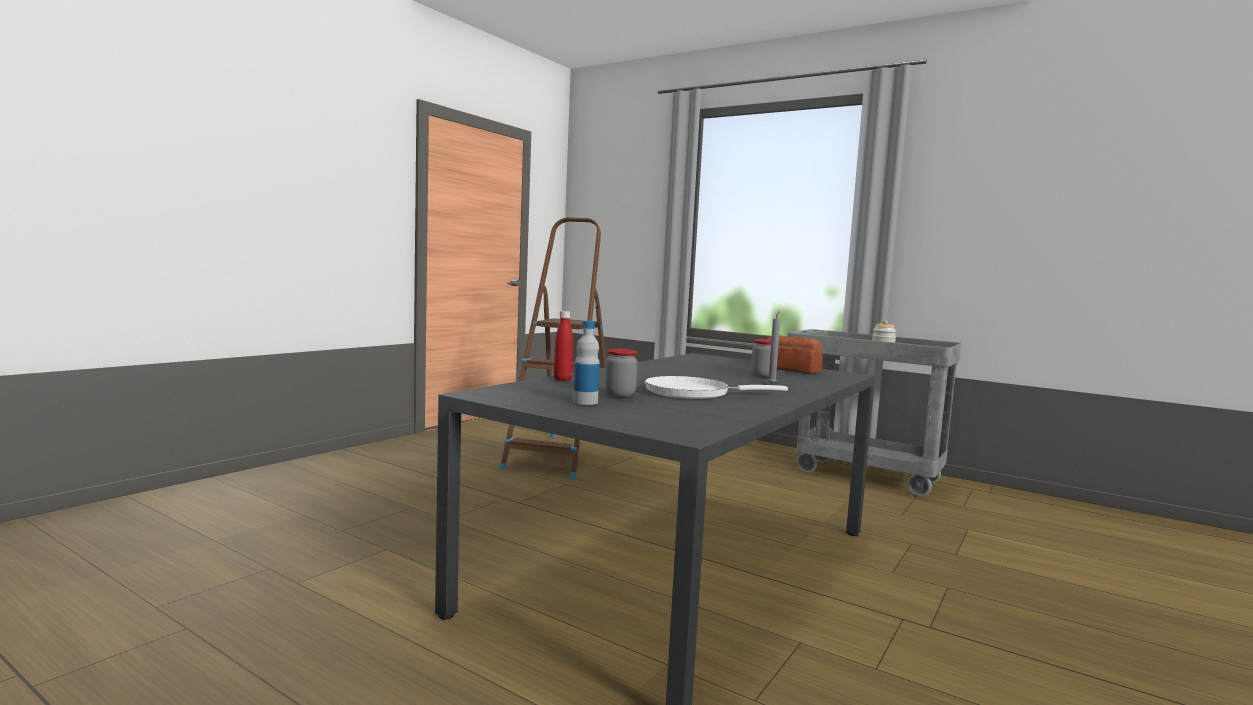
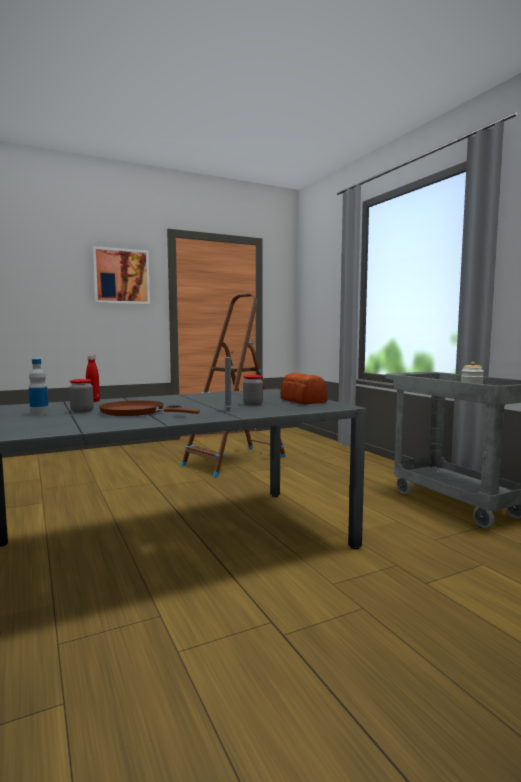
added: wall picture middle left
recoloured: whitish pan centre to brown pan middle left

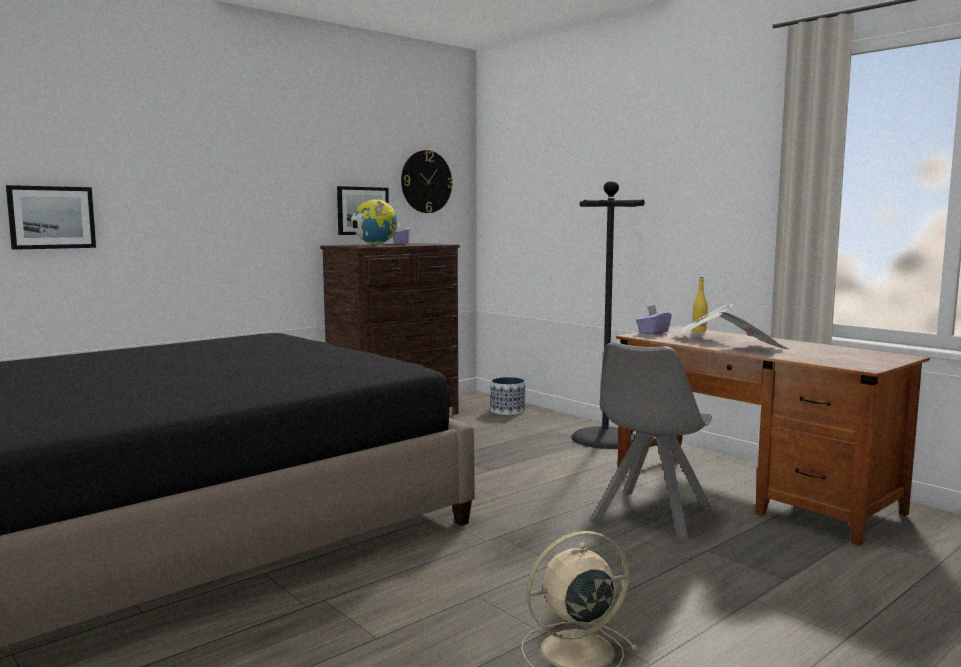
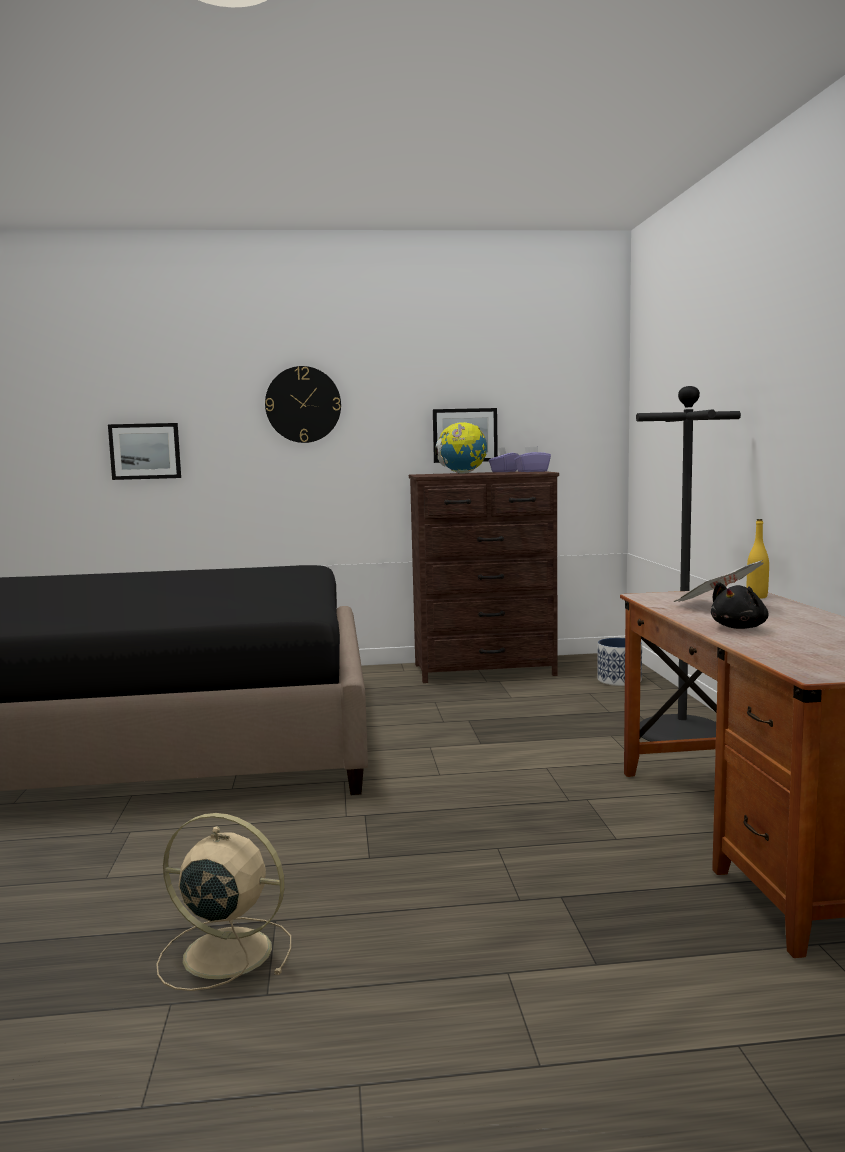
removed: gray plain chair middle right
moved: wall clock top centre to centre; purple tissue box (2nd from left) middle right to centre
replaced: printed paper (2nd from left) middle right to blackish cuddly toy middle right

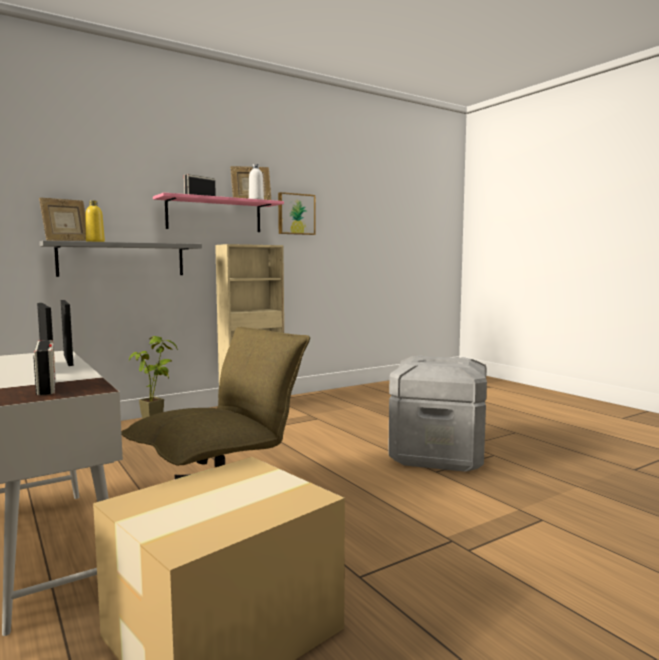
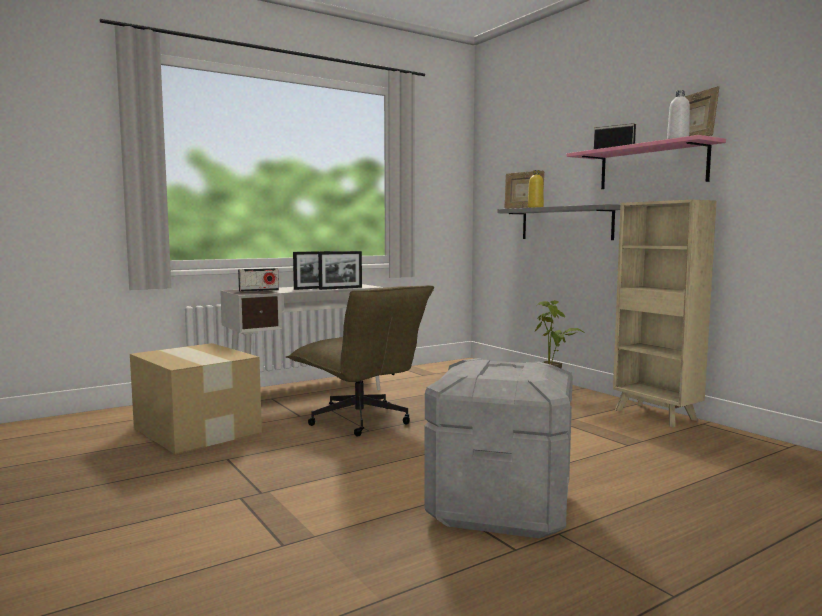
removed: wall picture top centre

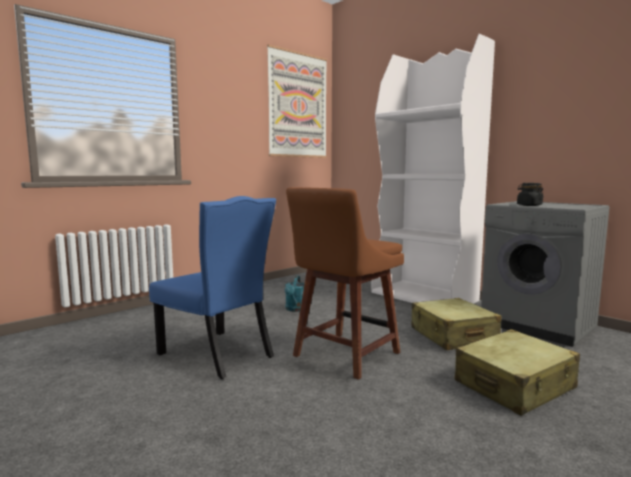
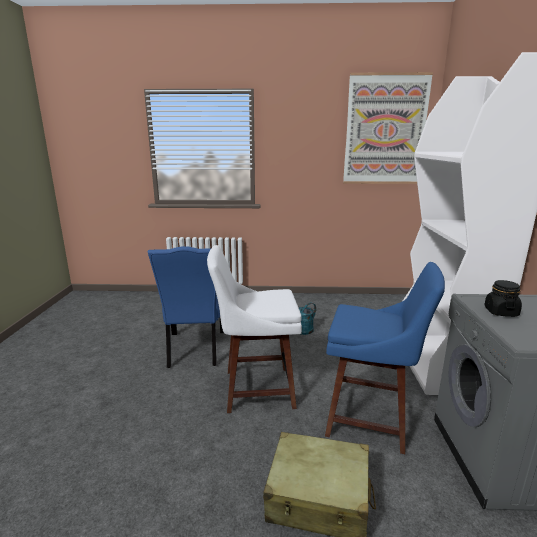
replaced: beige-coloured piece of luggage (1st from left) bottom right to blue-coloured sitting stool bottom right
recoloured: brown sitting stool centre to whitish sitting stool centre

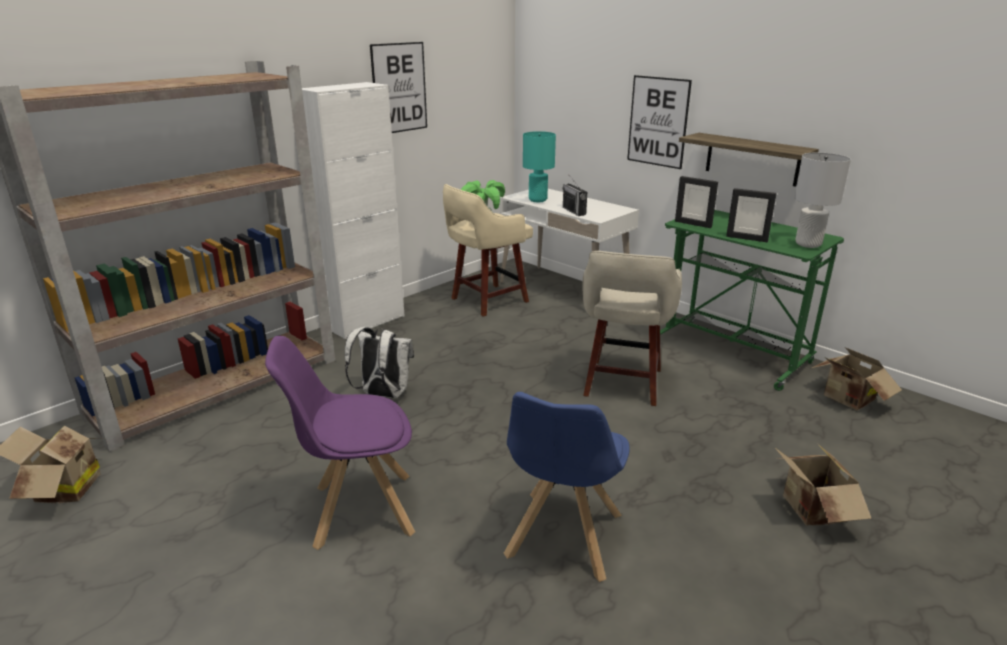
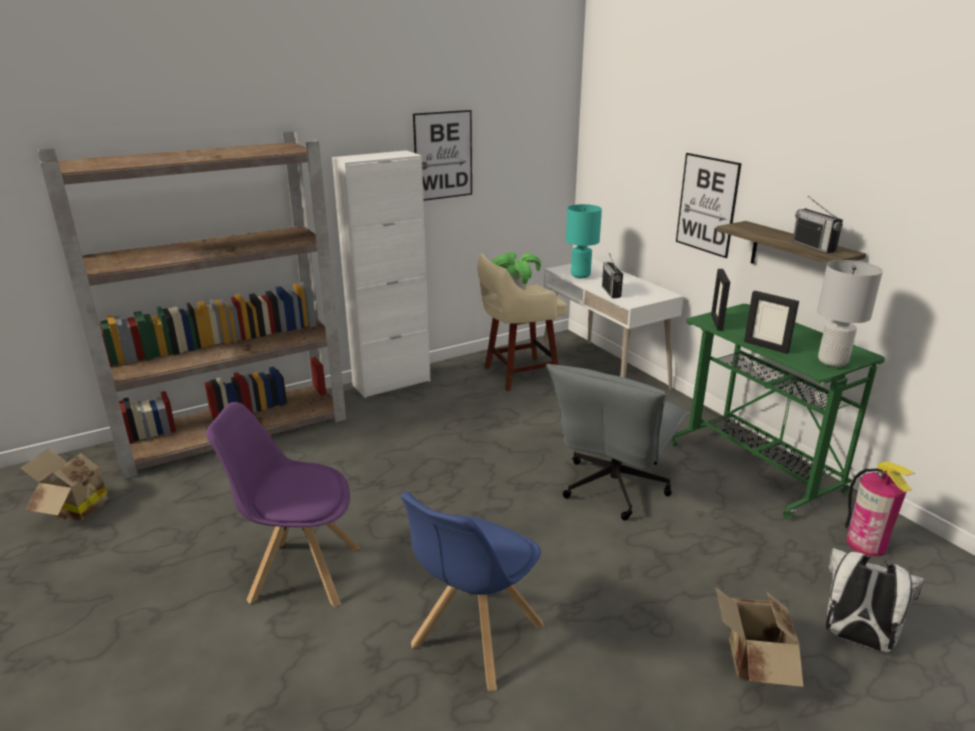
added: radio (2nd from left) top right
moved: whitish rucksack centre to bottom right
replaced: beige-coloured sitting stool (2nd from left) centre to gray desk chair centre; cardboard box (3rd from left) middle right to fire-fighting cylinder bottom right
turned: standing frame (1st from left) top right = middle right 45 degrees clockwise

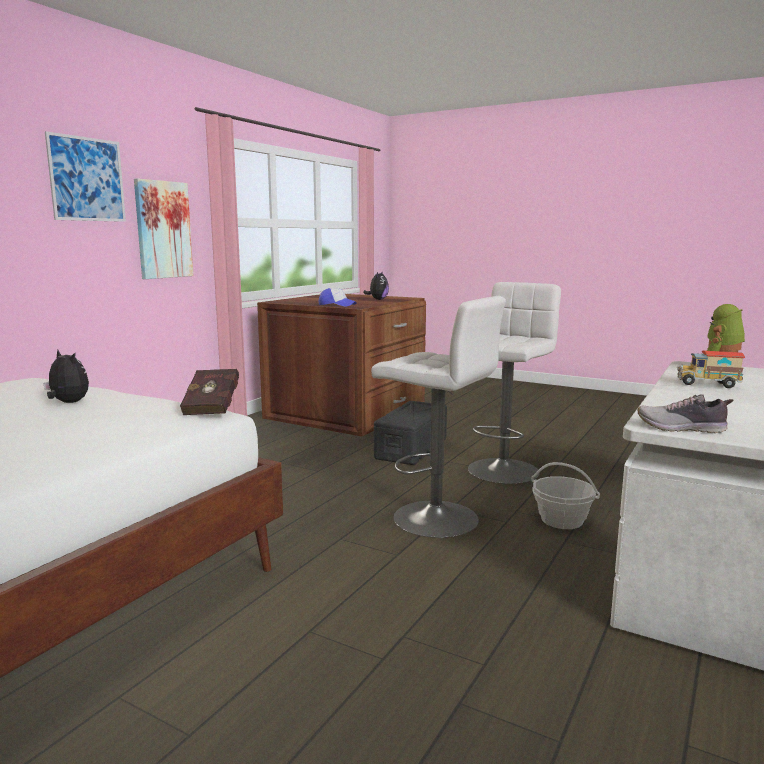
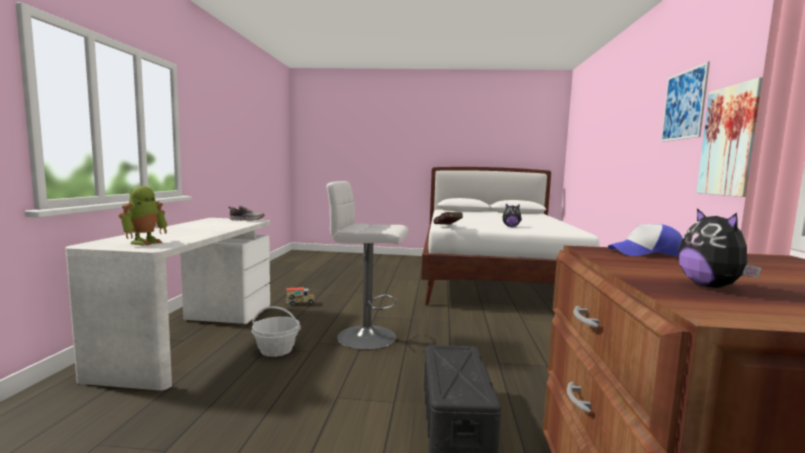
removed: whitish sitting stool (2nd from left) middle right
moved: toy truck middle right to centre

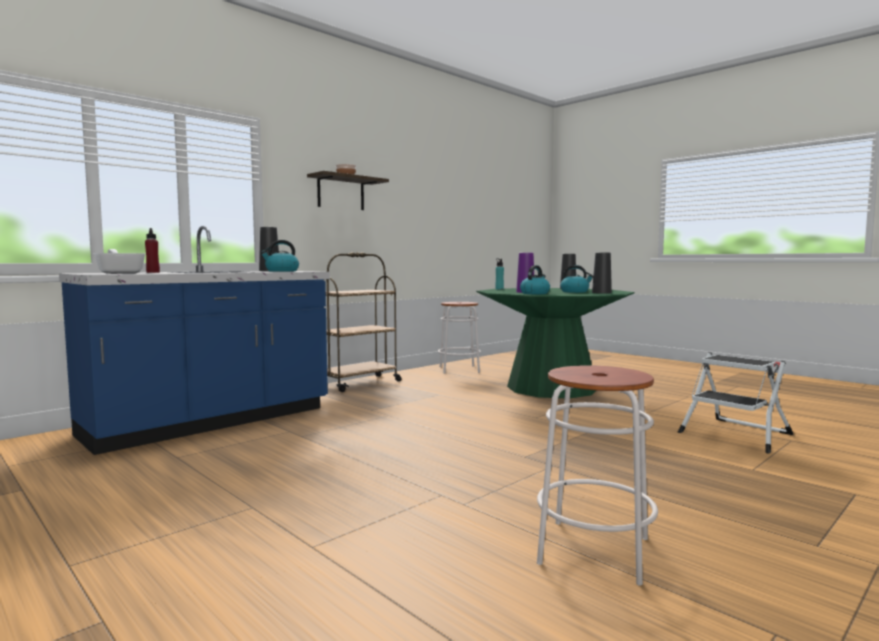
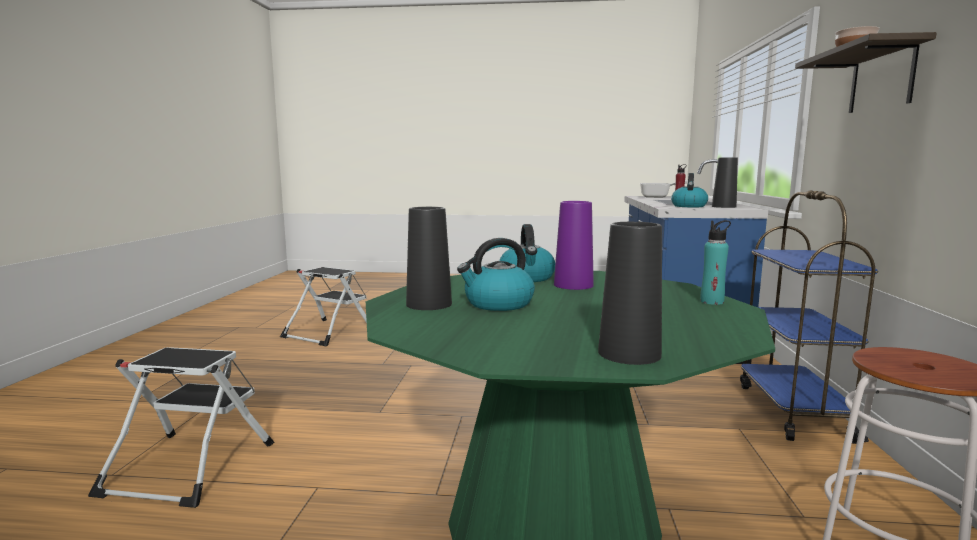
replaced: whitish sitting stool (2nd from left) bottom right to step ladder (2nd from left) middle left
recoloured: brown trolley centre to blue-coloured trolley middle right

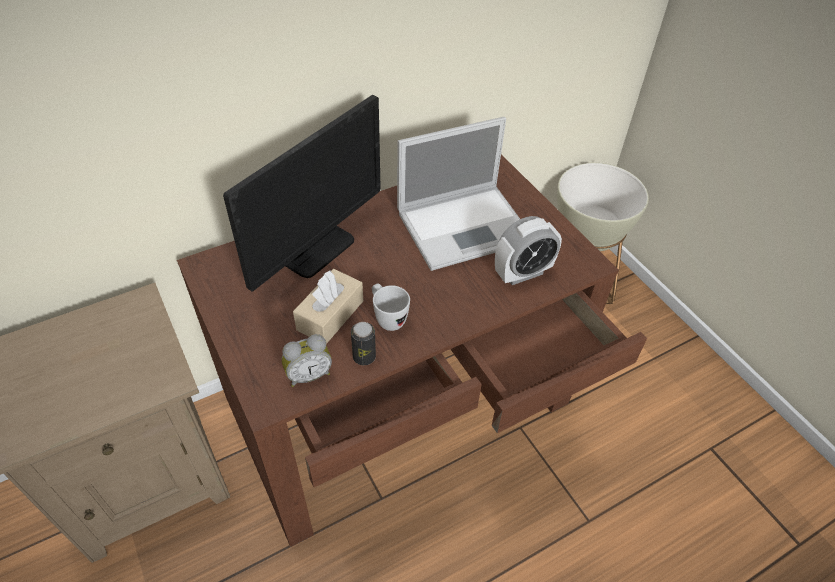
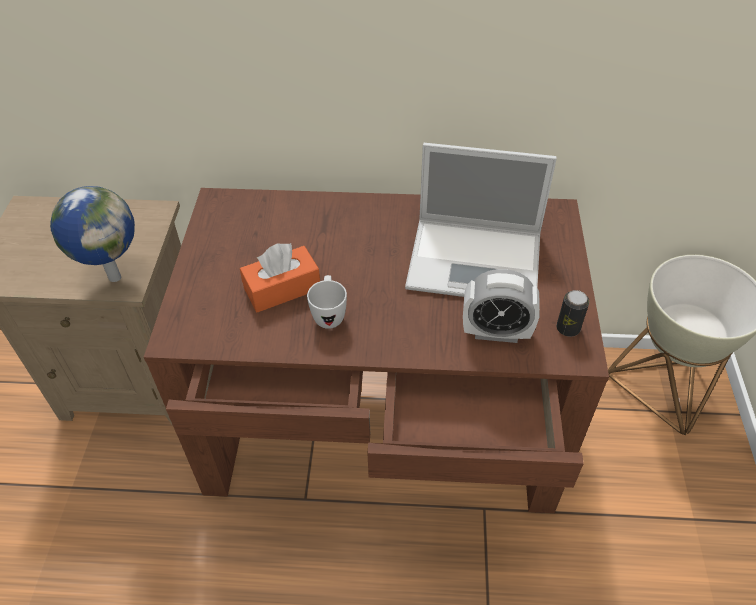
removed: monitor top centre; bedside clock (1st from left) centre
added: globe middle left
moved: sealed can centre to middle right
recoloured: beige-coloured tissue box centre to orange-coloured tissue box centre

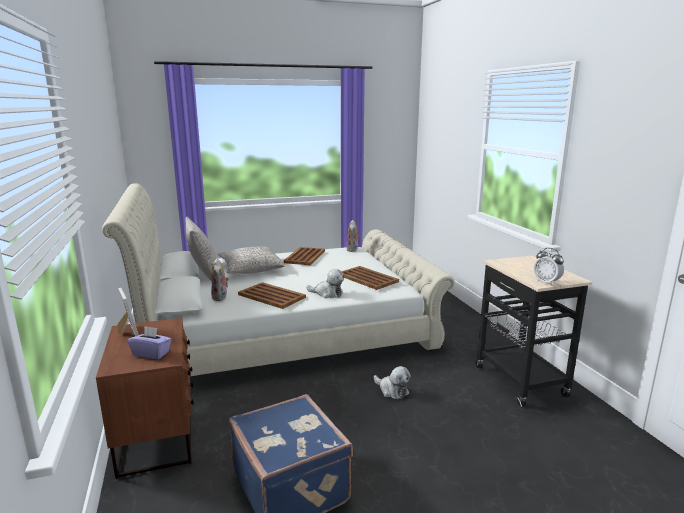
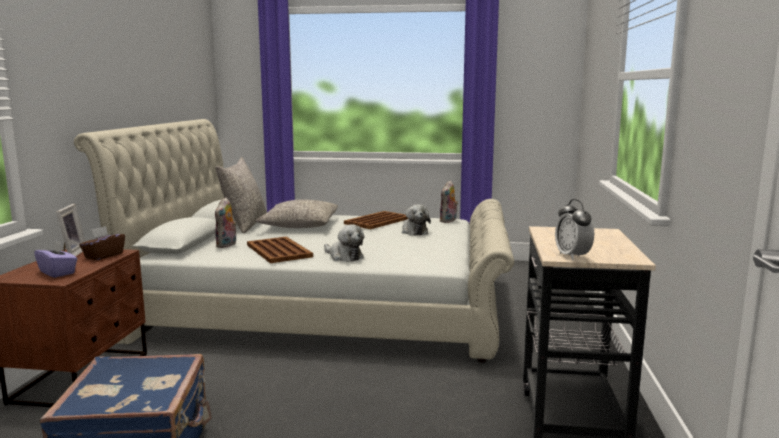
removed: brown tray (3rd from left) centre
added: brown tissue box middle left
moved: cuddly toy (4th from left in the first image) bottom centre to cuddly toy (3rd from left) centre

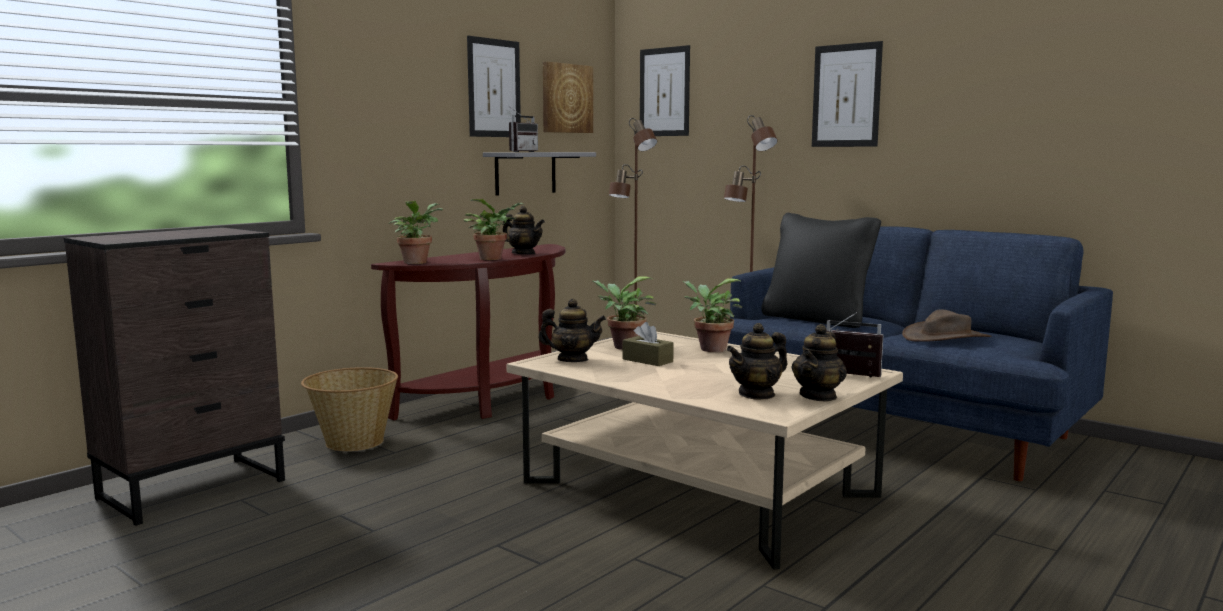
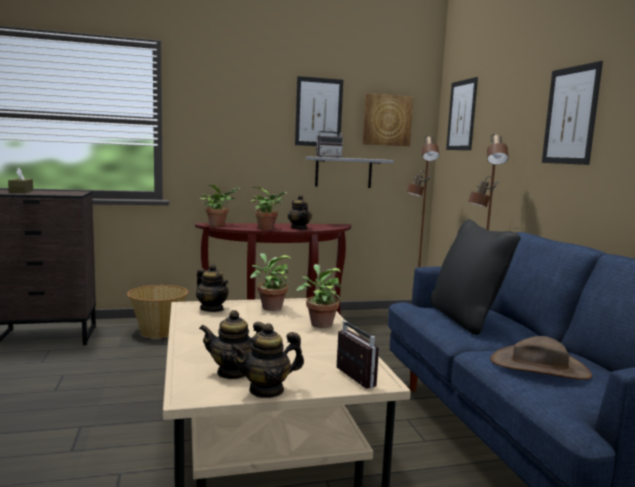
moved: brown tissue box centre to middle left

